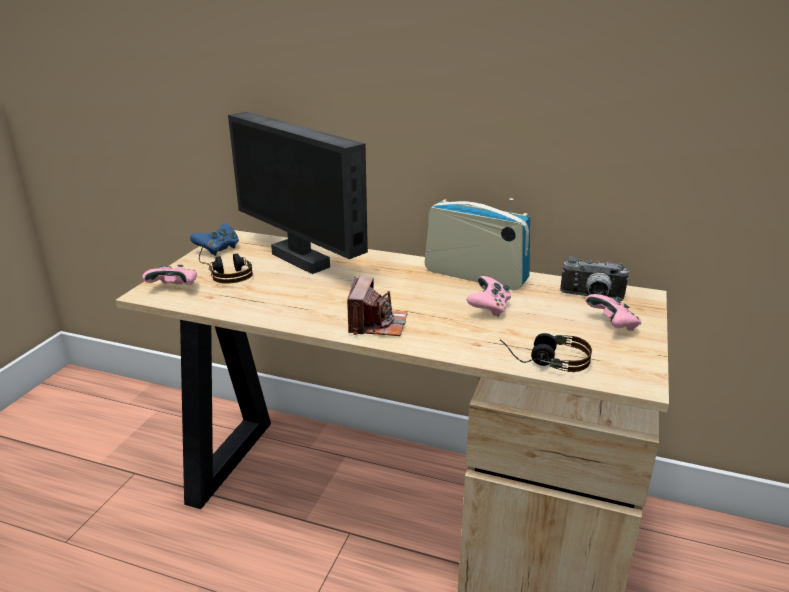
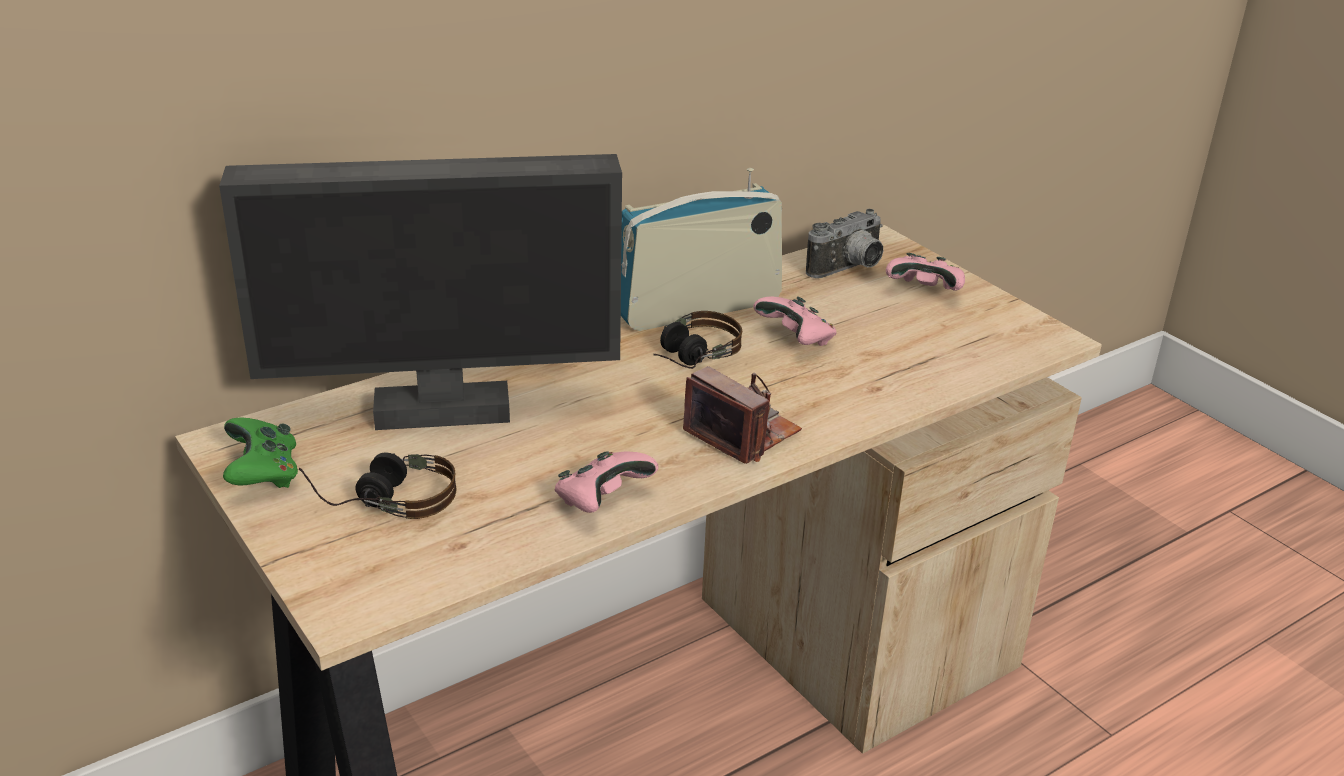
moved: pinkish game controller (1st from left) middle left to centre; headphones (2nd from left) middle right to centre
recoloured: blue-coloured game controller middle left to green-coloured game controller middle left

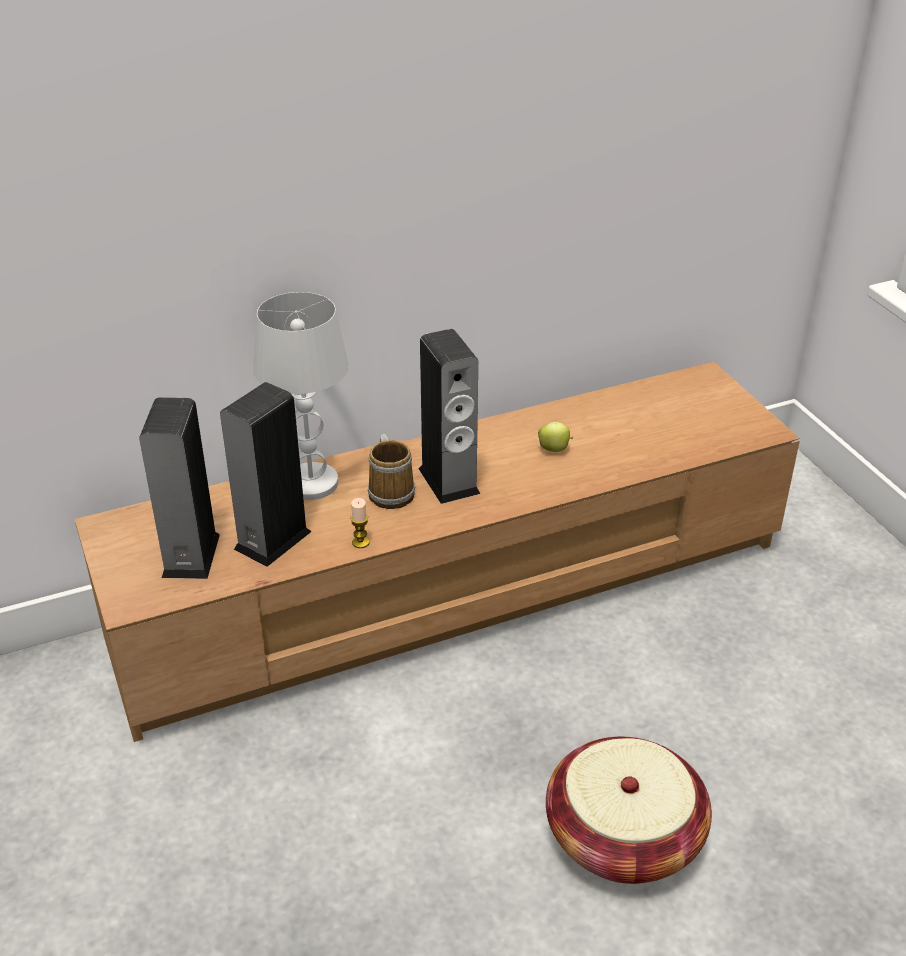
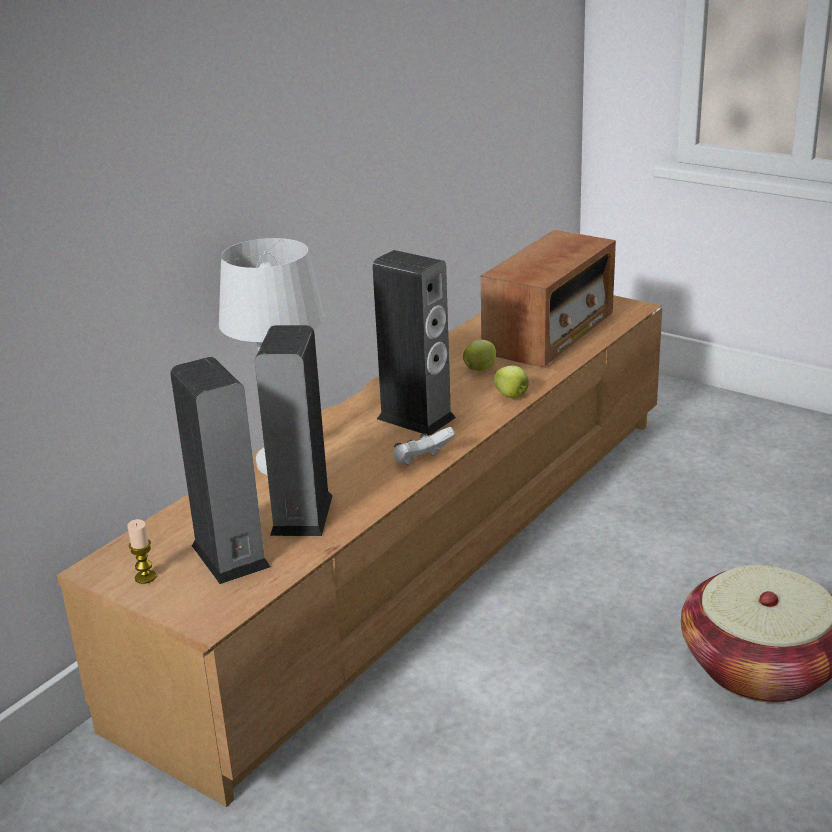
removed: mug centre
added: whitish game controller centre; radio centre; apple fruit (2nd from left) centre
moved: candle centre to middle left

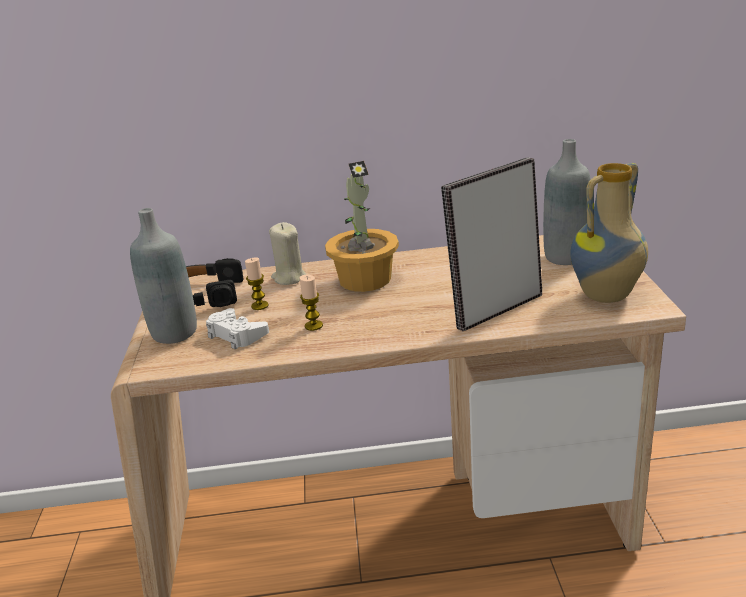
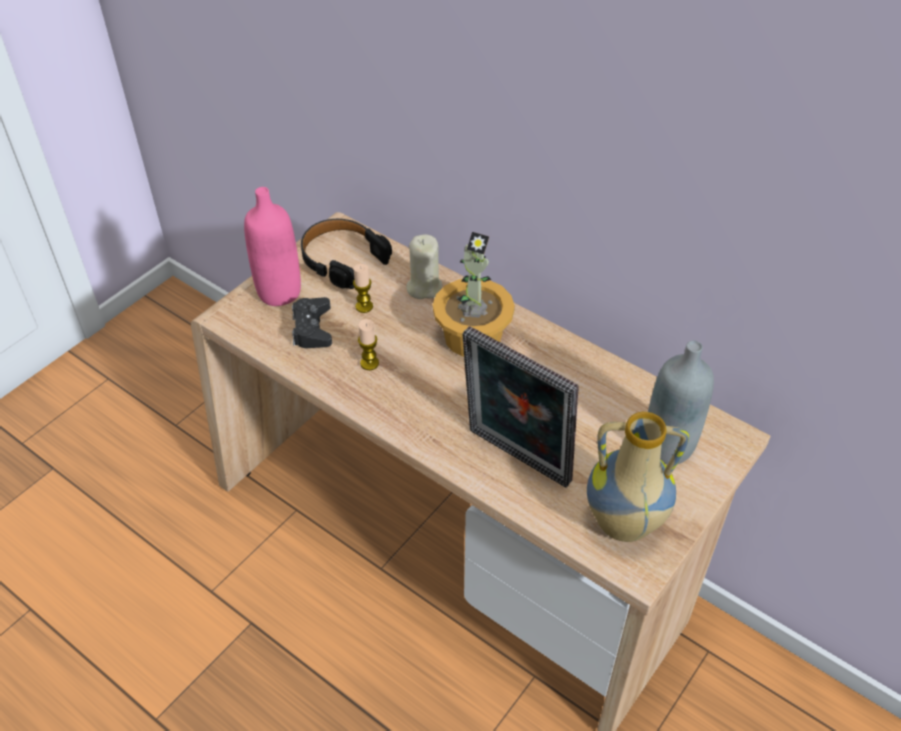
recoloured: gray beverage bottle (1st from left) middle left to pinkish beverage bottle middle left; whitish game controller middle left to blackish game controller centre
turned: standing frame centre = centre 150 degrees counterclockwise

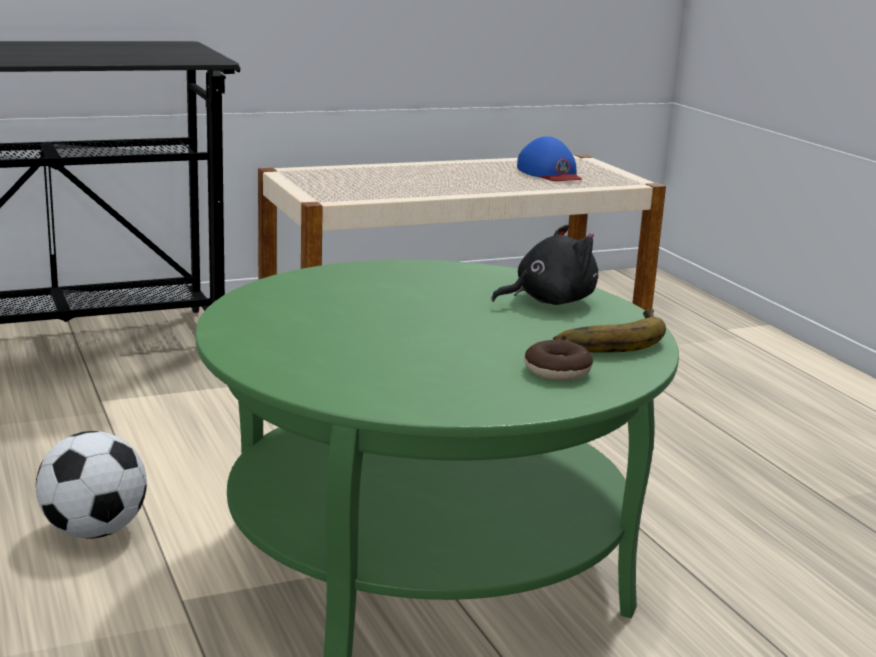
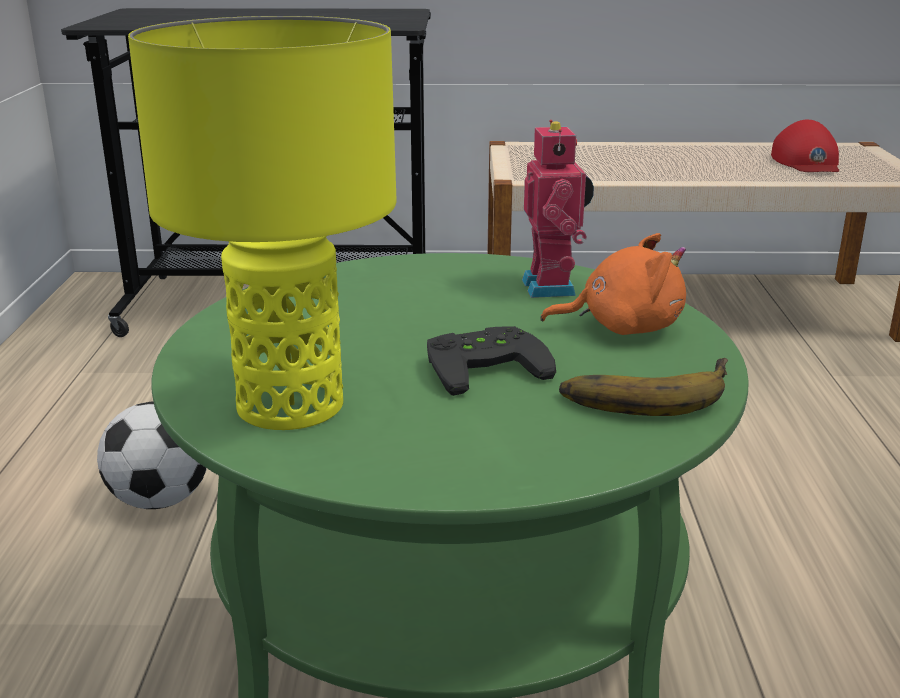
removed: ring doughnut centre
added: yellow table lamp top left; blackish game controller centre; robot figure top centre
recoloured: blackish cuddly toy centre to orange-coloured cuddly toy middle right; blue-coloured cap top centre to red-coloured cap top right

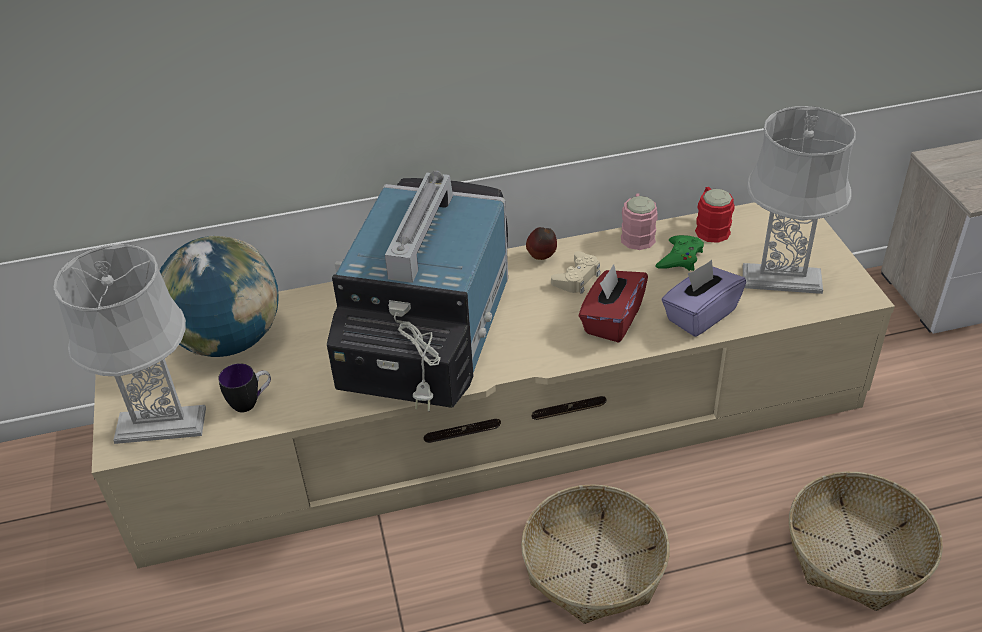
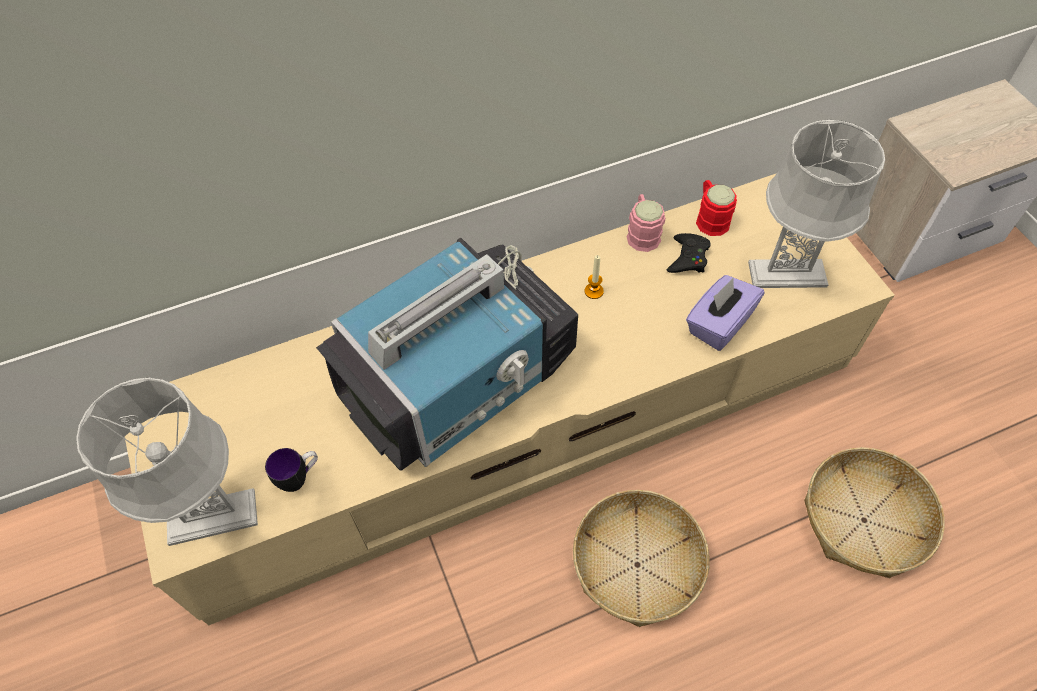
removed: globe middle left; apple fruit centre; red-coloured tissue box centre
replaced: beige-coloured game controller centre to candle centre
recoloured: green-coloured game controller middle right to blackish game controller centre
turned: TV centre = centre 135 degrees counterclockwise

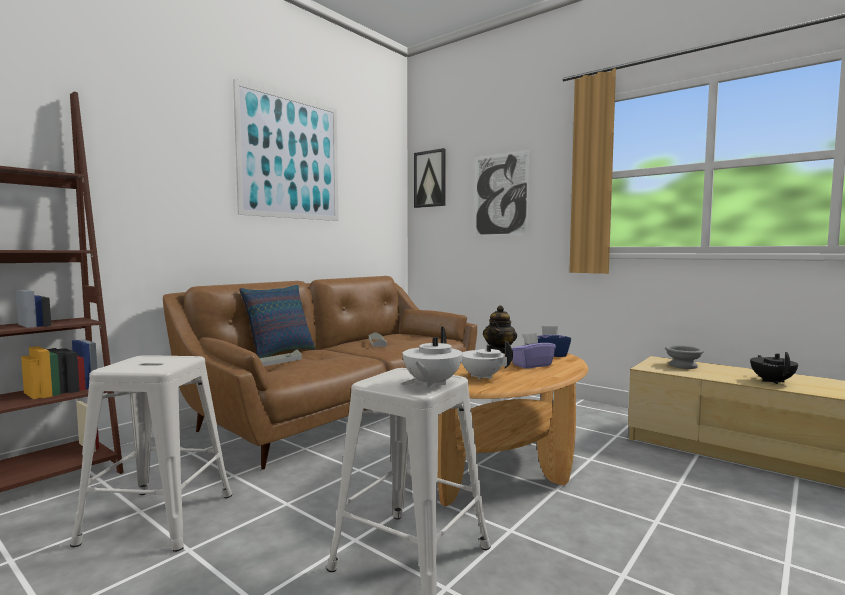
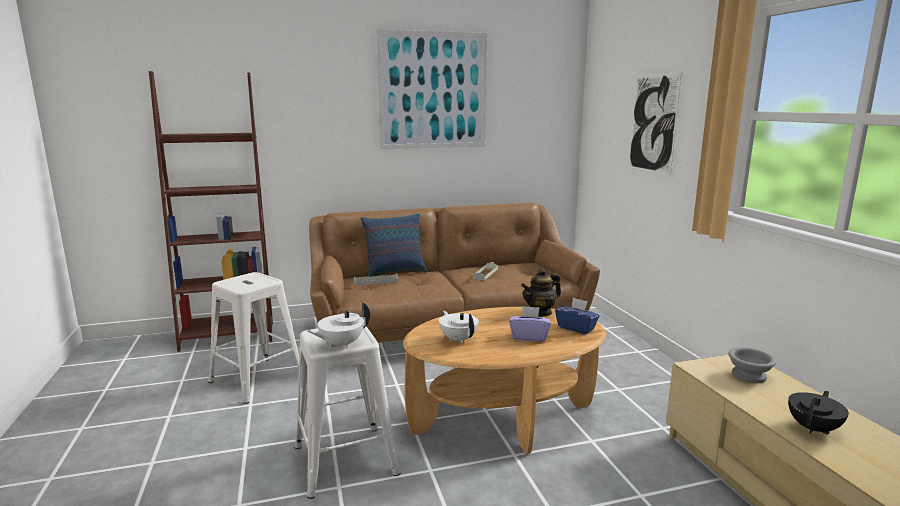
removed: wall picture (2nd from left) top centre

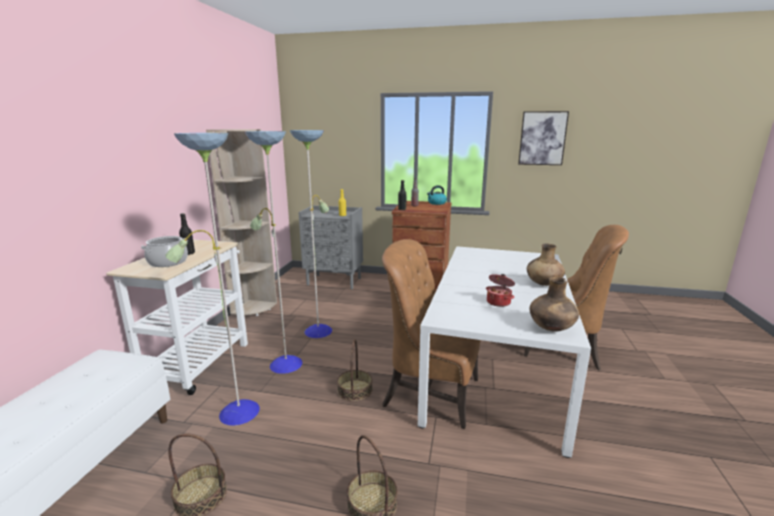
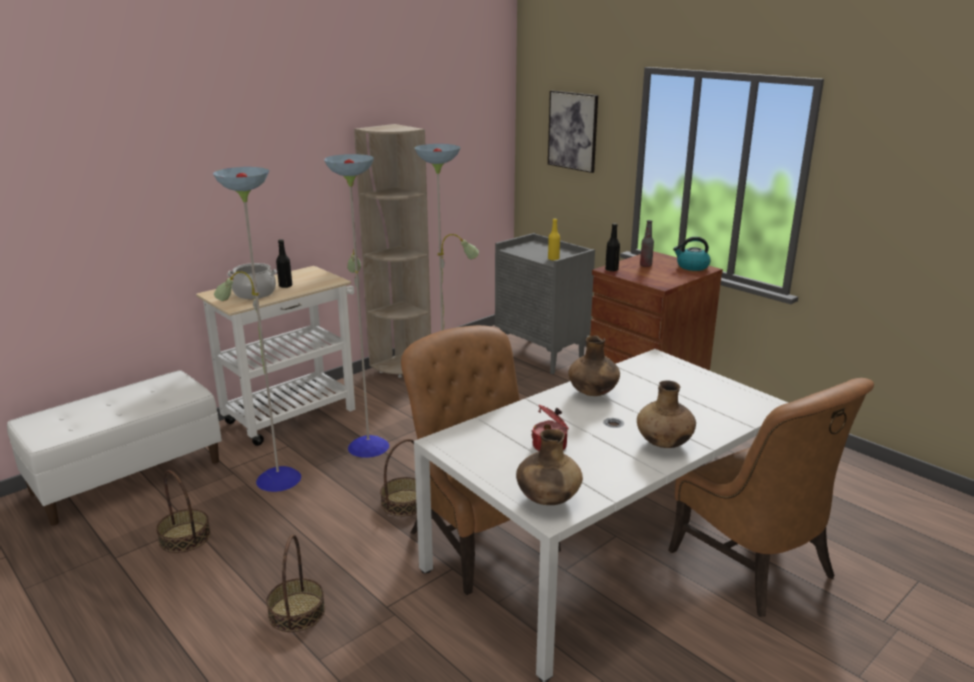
added: brown decorative vase (2nd from left) centre
moved: wall picture top right to top centre

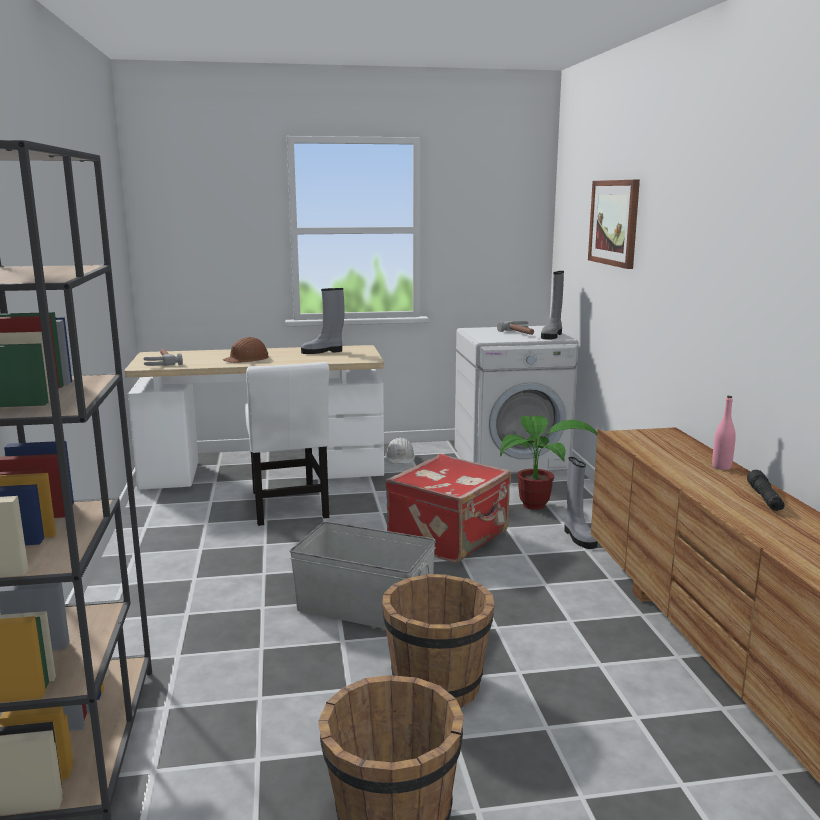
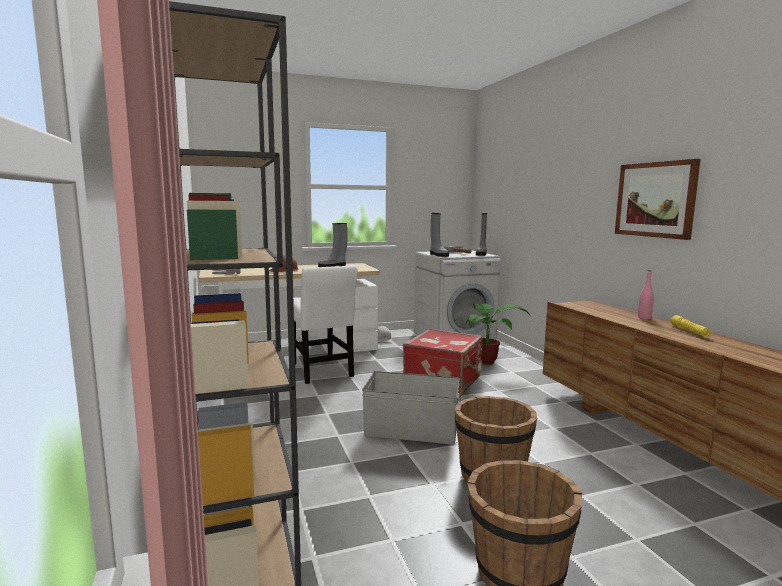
moved: gray high-top boot (3rd from left in the first image) middle right to gray high-top boot (2nd from left) centre; wall picture top right to middle right
recoloured: blackish torch middle right to yellow torch middle right

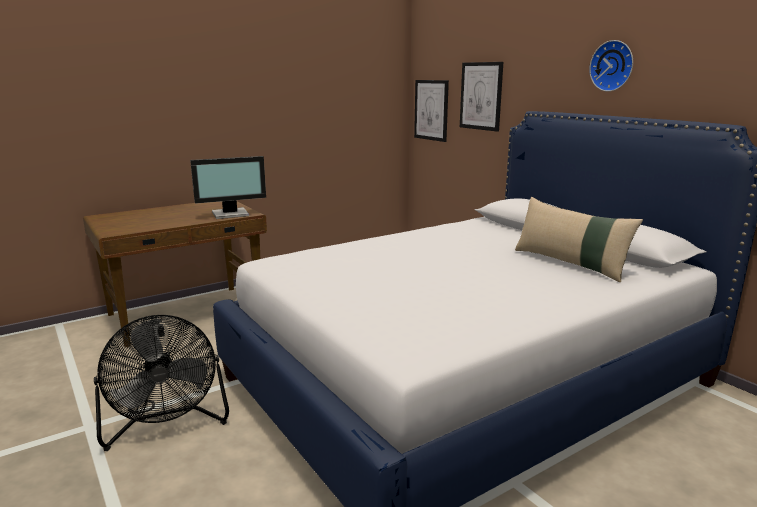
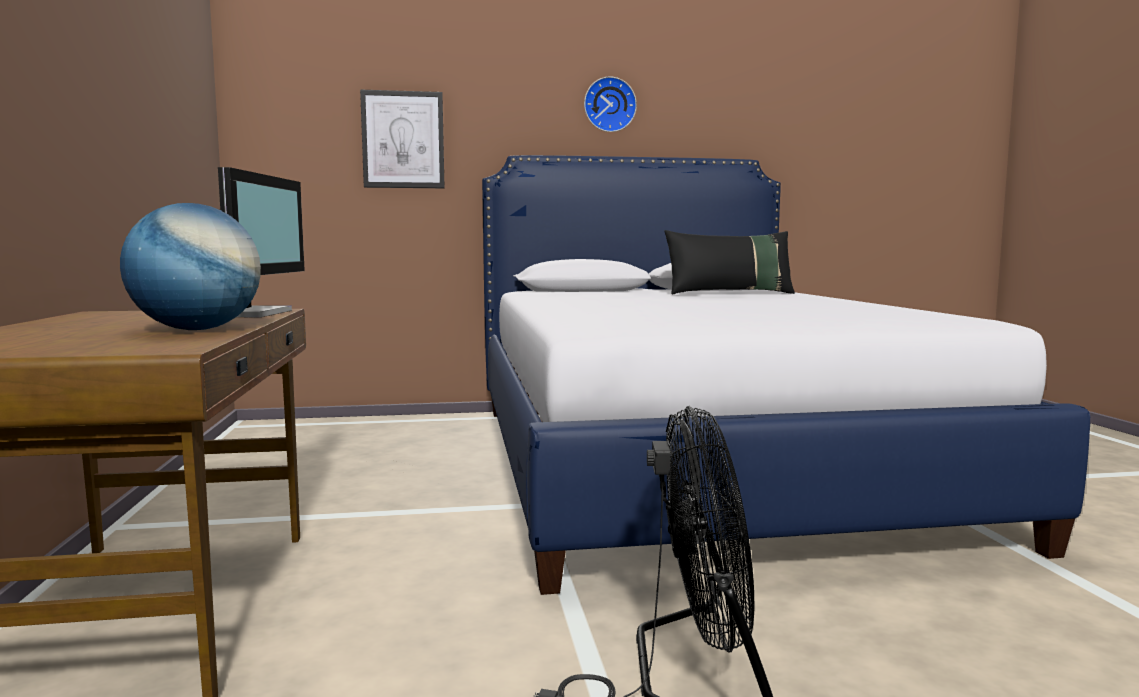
removed: wall picture (1st from left) top centre
added: globe middle left
recoloured: beige-coloured throw pillow middle right to blackish throw pillow centre

